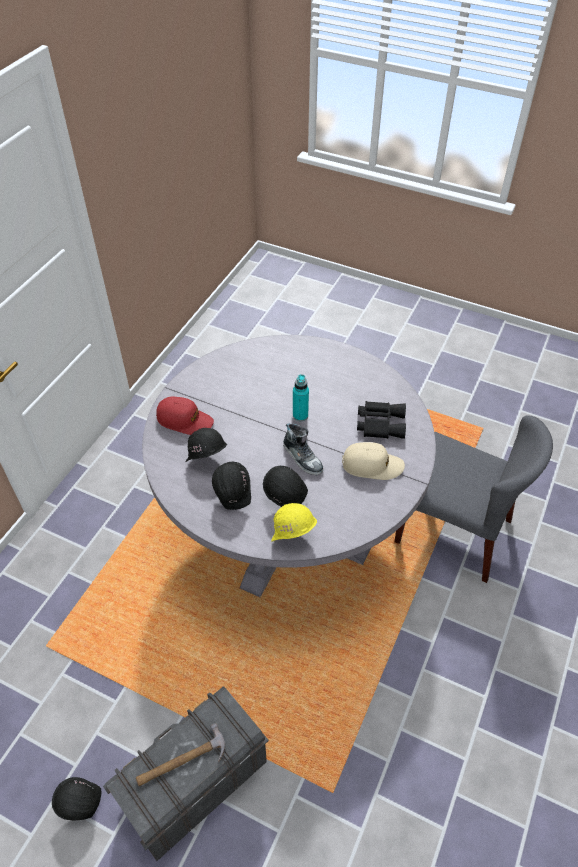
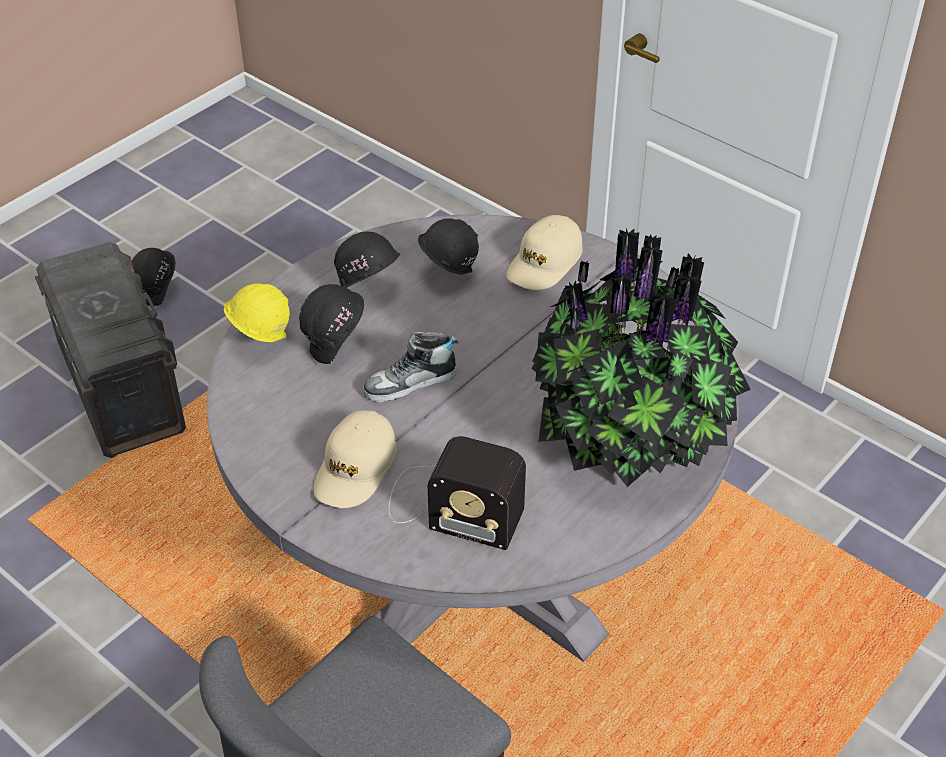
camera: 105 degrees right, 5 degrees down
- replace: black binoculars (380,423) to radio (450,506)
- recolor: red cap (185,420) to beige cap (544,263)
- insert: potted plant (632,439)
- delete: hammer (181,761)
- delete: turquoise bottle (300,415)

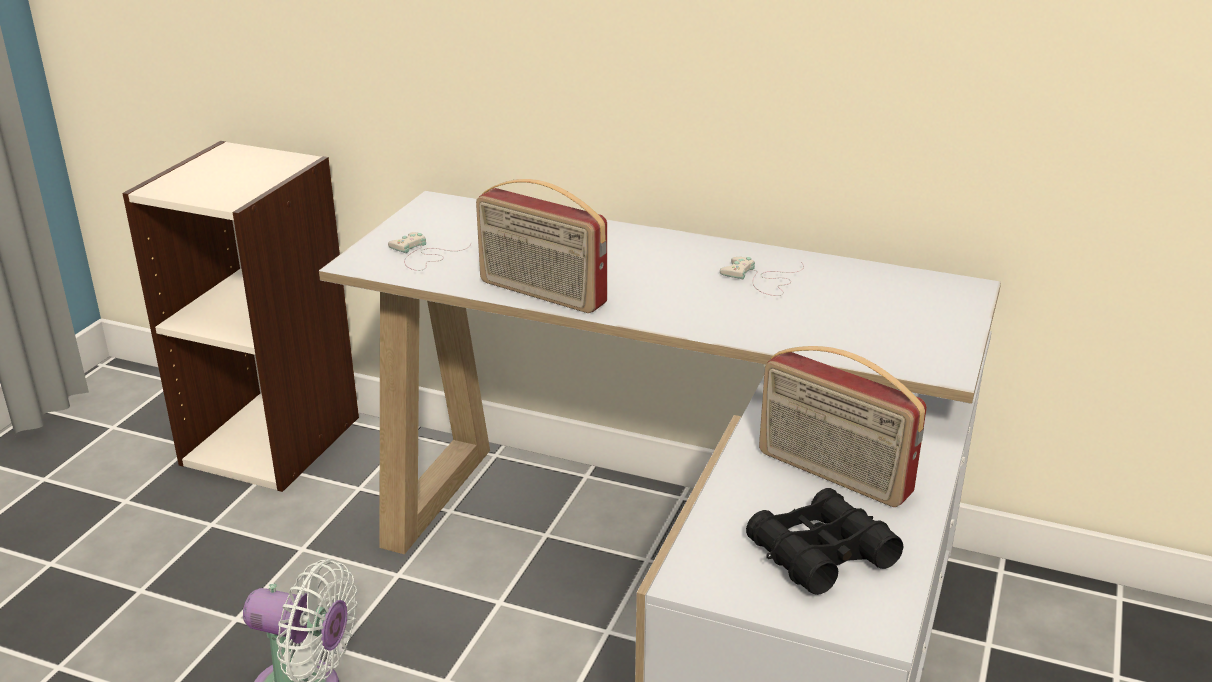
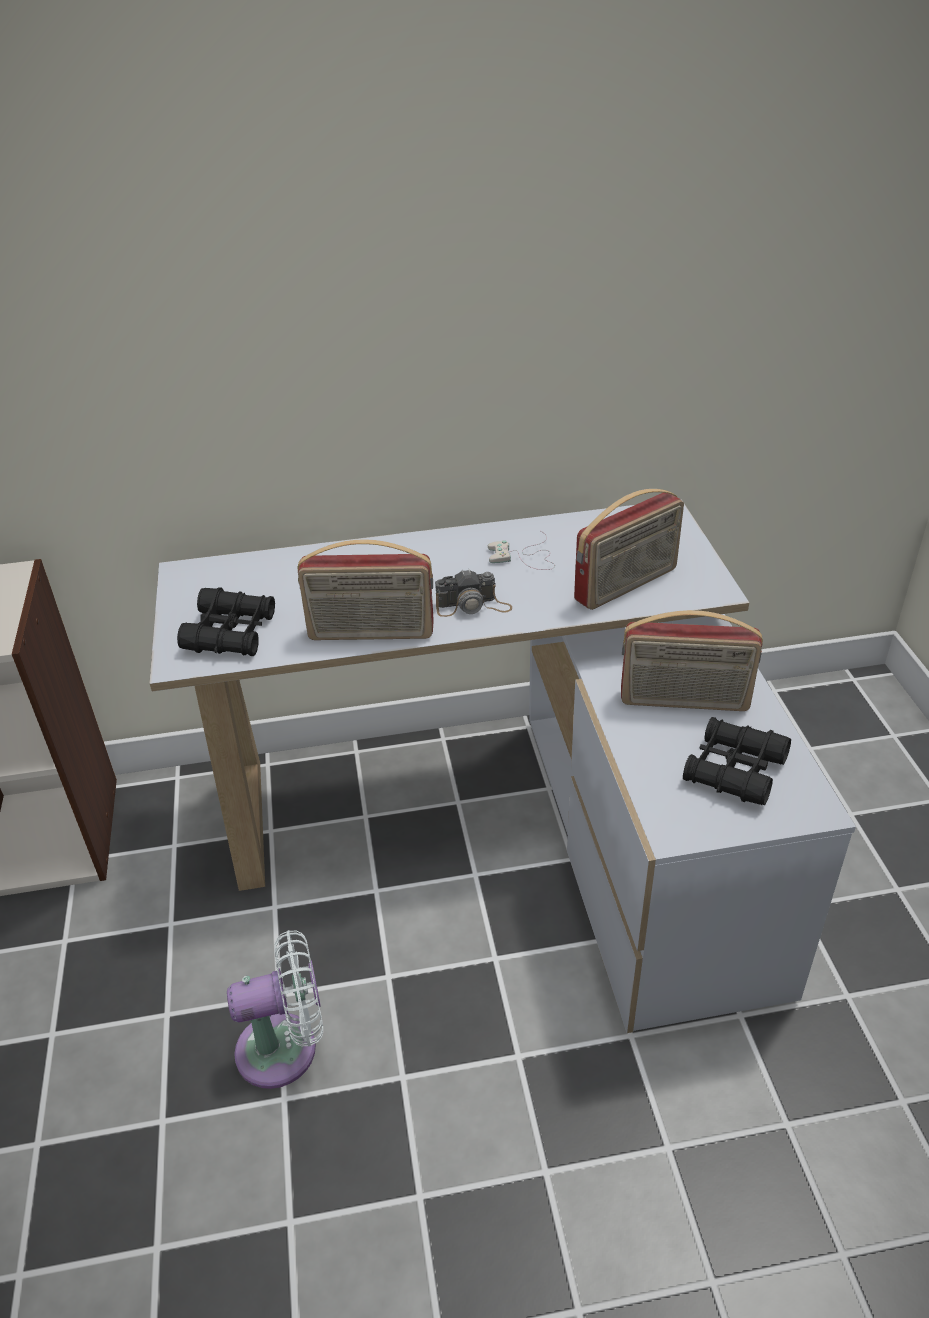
camera: 30 degrees left, 10 degrees up
- replace: white game controller (422,256) to black binoculars (230,633)
- insert: photo camera (473,606)
- insert: radio (627,585)

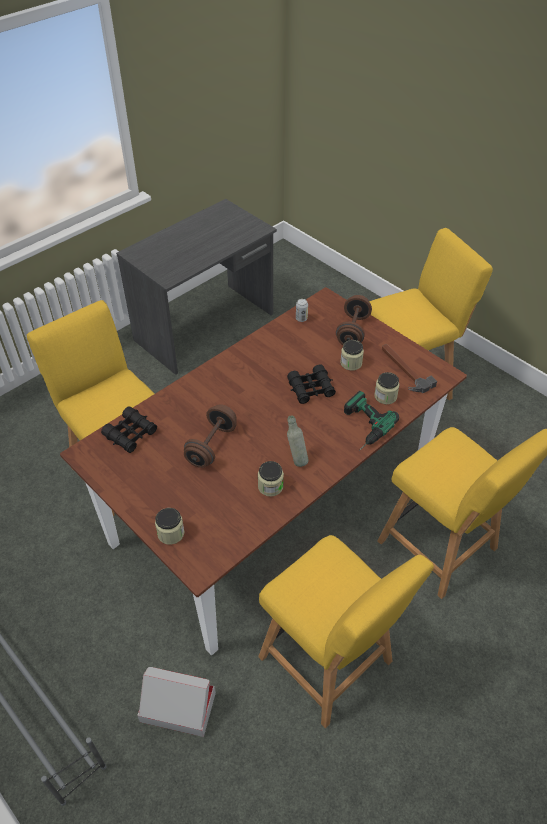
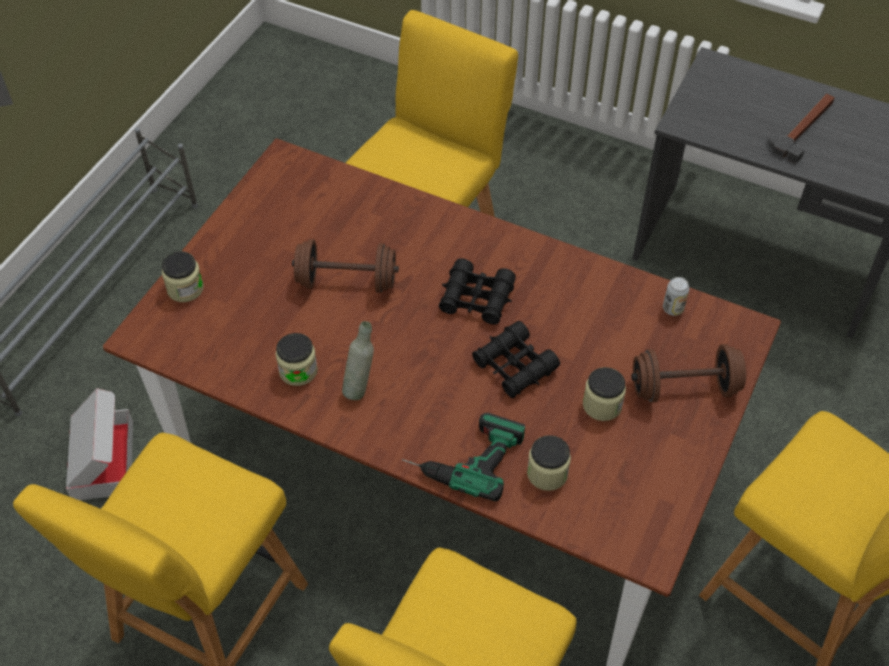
camera: 70 degrees right, 5 degrees up
- move: black binoculars (130,434) to (477,298)
- move: hammer (404,370) to (803,128)

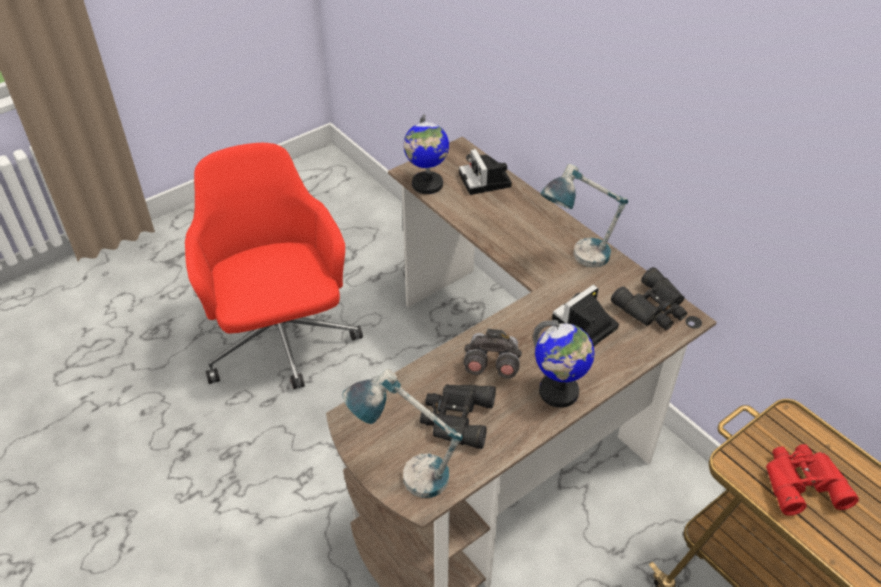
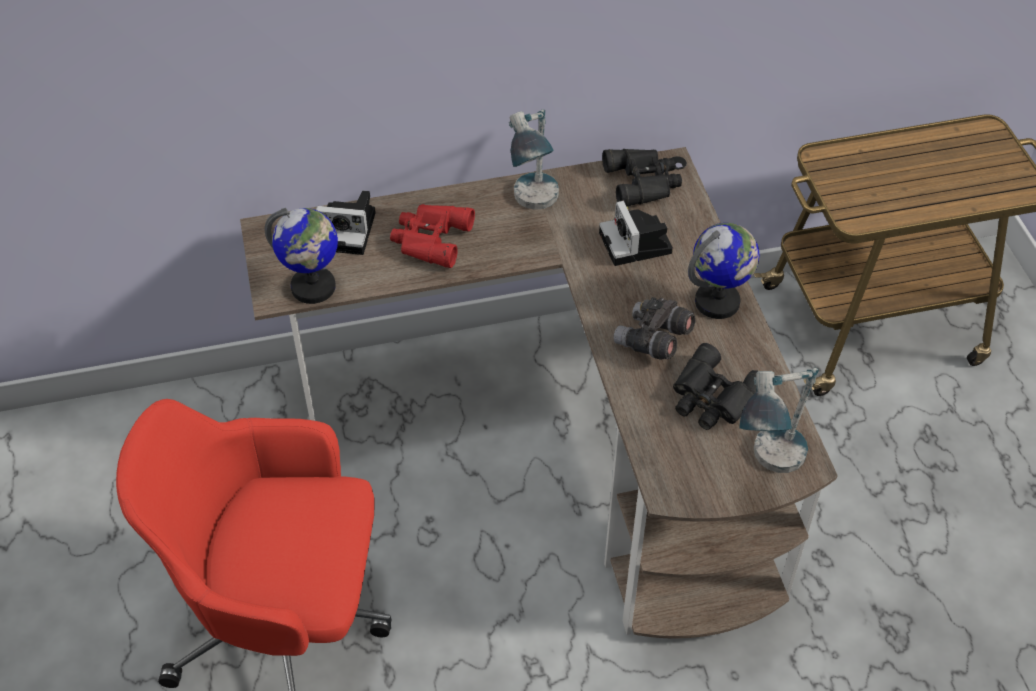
camera: 65 degrees left, 5 degrees up
- move: red binoculars (801,482) to (429,239)

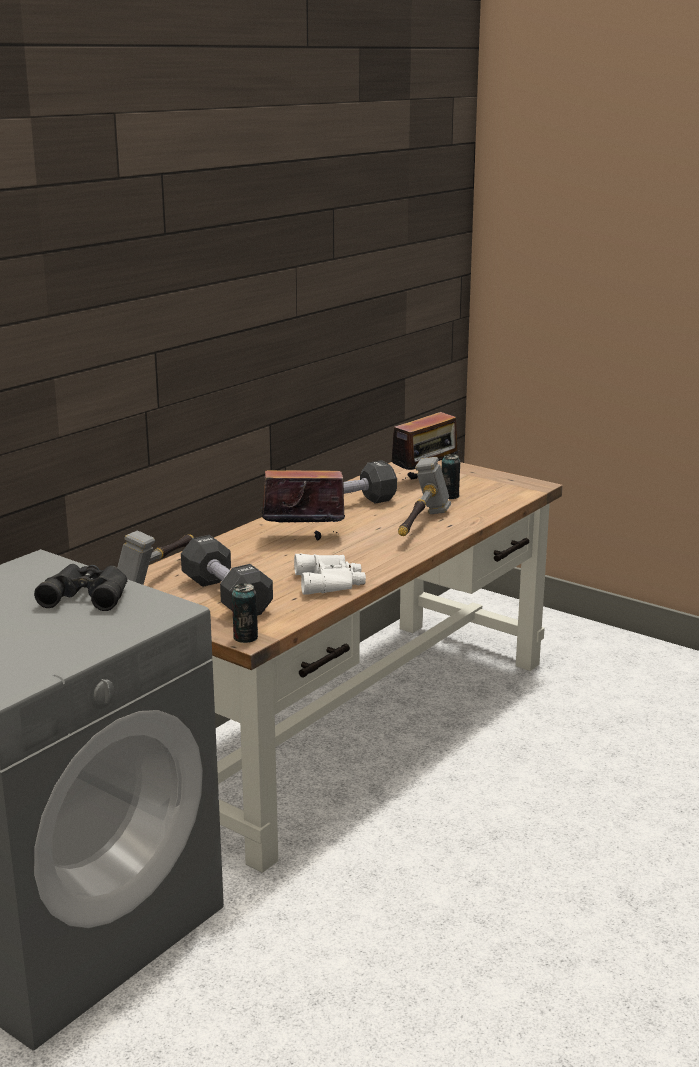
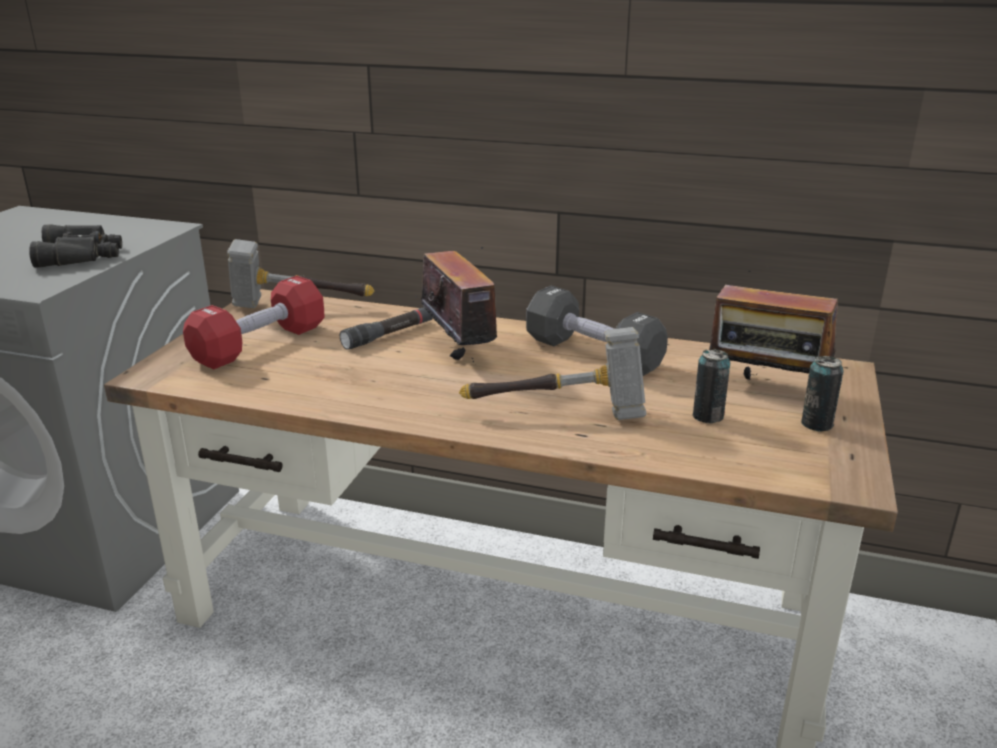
camera: 70 degrees right, 5 degrees up
- recolor: black dumbbell (226,596) to red dumbbell (260,344)
- insert: black flashlight (389,335)
- move: can (245,637) to (816,424)
- delete: white binoculars (331,582)

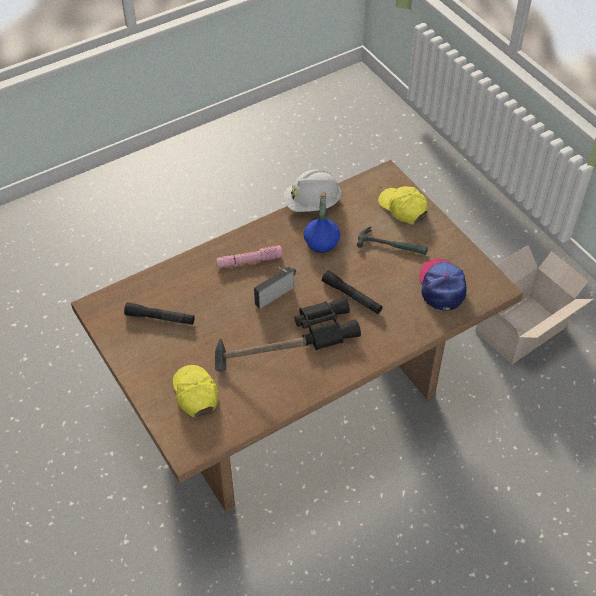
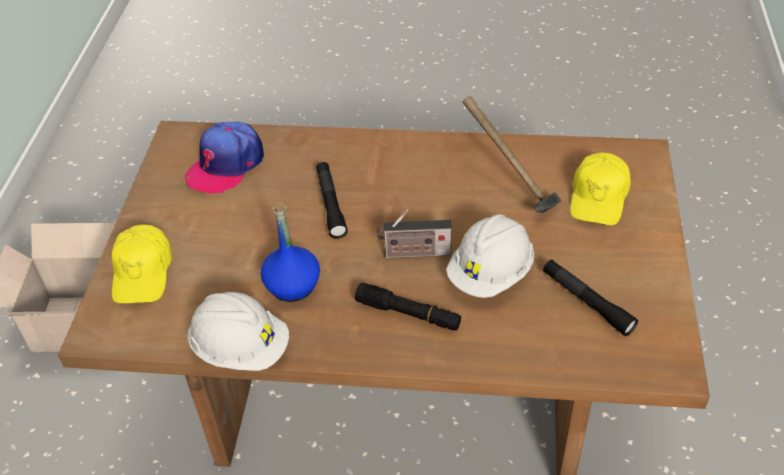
camera: 140 degrees left, 5 degrees down
- recolor: pink flashlight (249,261) to black flashlight (408,314)
- insert: white hard hat (491,274)
- delete: black binoculars (324,327)
- delete: hammer (392,245)

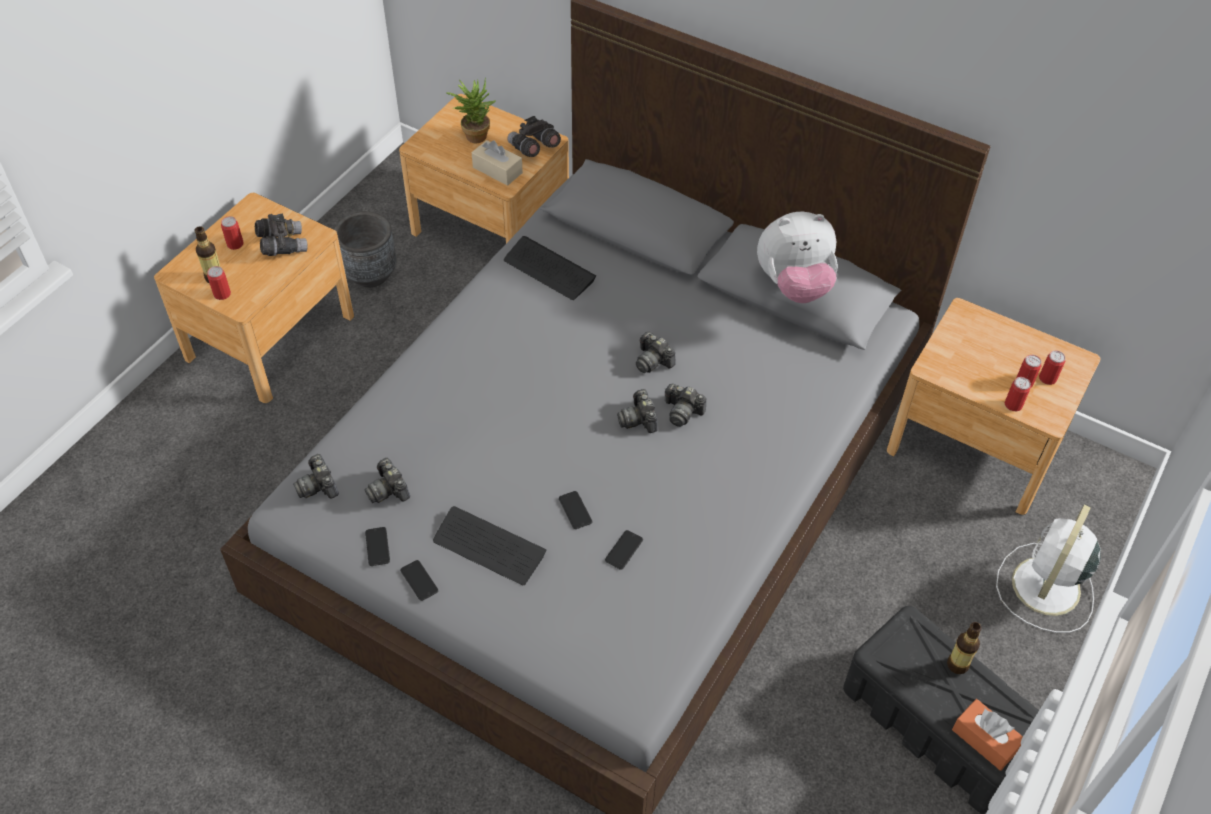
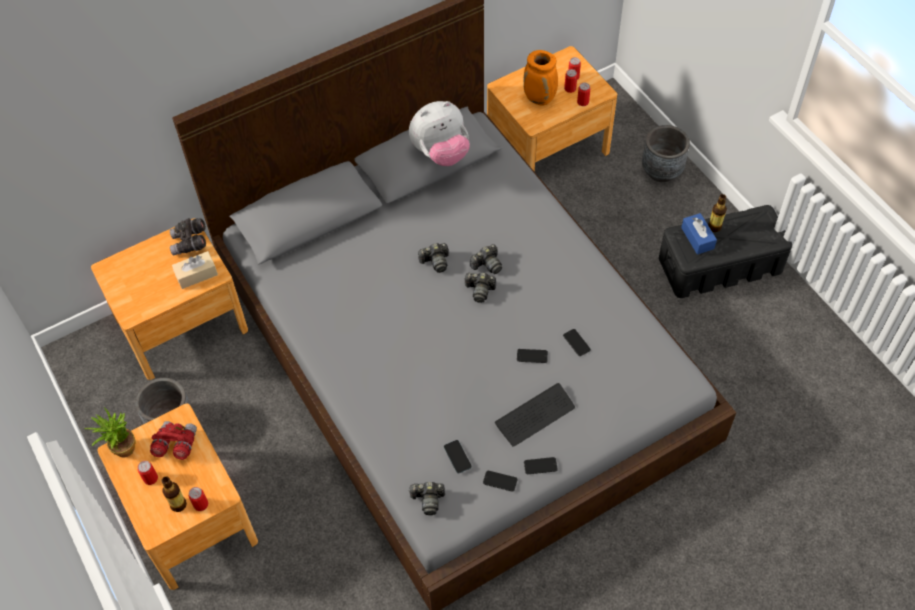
camera: 60 degrees left, 5 degrees up
- move: potted plant (474,134) to (120,449)
- recolor: grey binoculars (282,245) to red binoculars (176,445)
- rotate: plush toy (794,285) = (441,153) 45 degrees clockwise
- replace: photo camera (388,490) to phone (457,457)
- insert: orange vase (540,99)
- replace: white fan (1044,588) to grey planter (662,171)
- insert: blue tissue box (697,238)
- delete: keyboard (549,270)
- delete: orange tissue box (985,740)

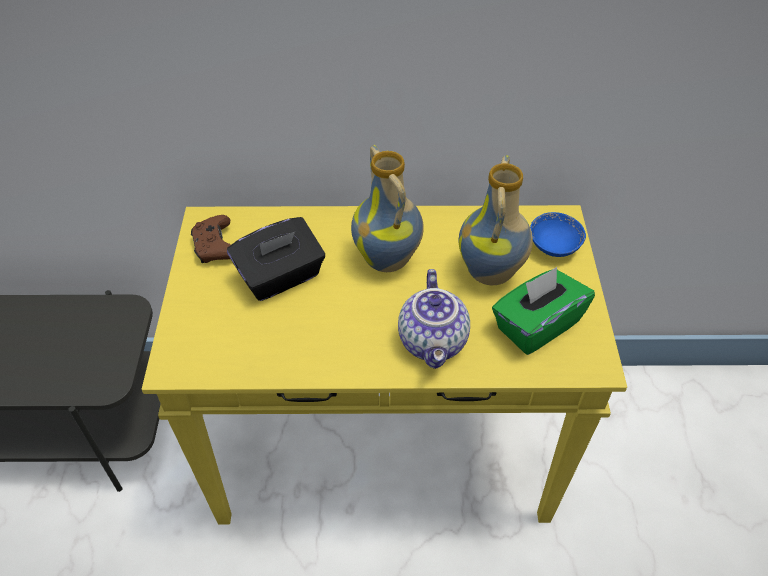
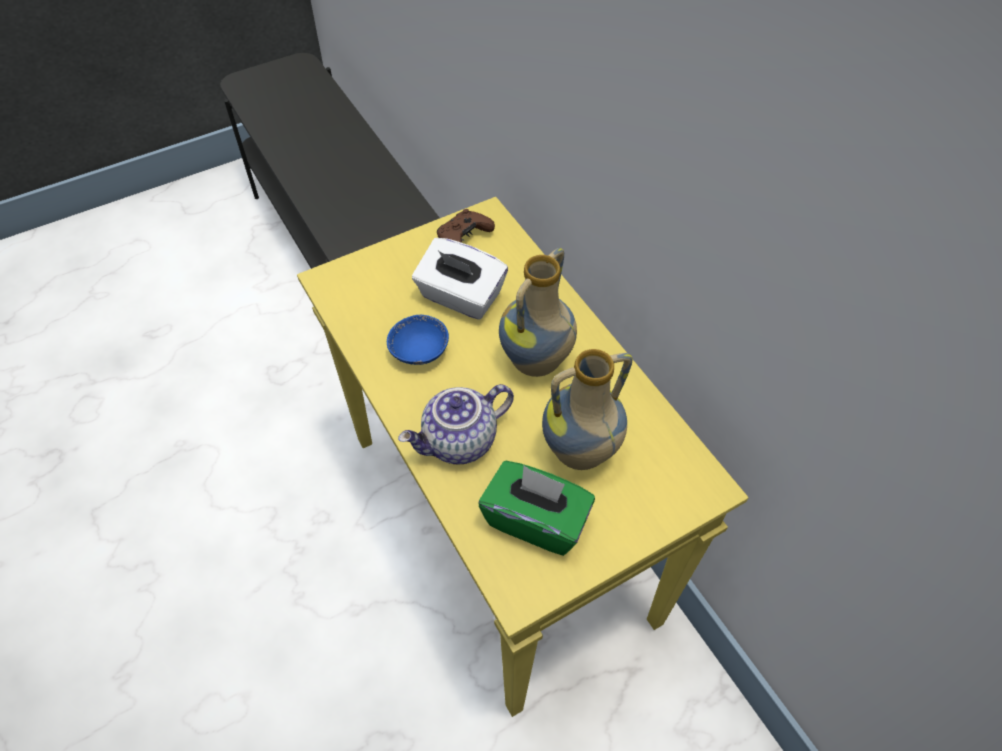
camera: 60 degrees right, 5 degrees up
- move: blue bowl (554,246) to (419,351)
- recolor: black tissue box (280,277) to white tissue box (460,297)

